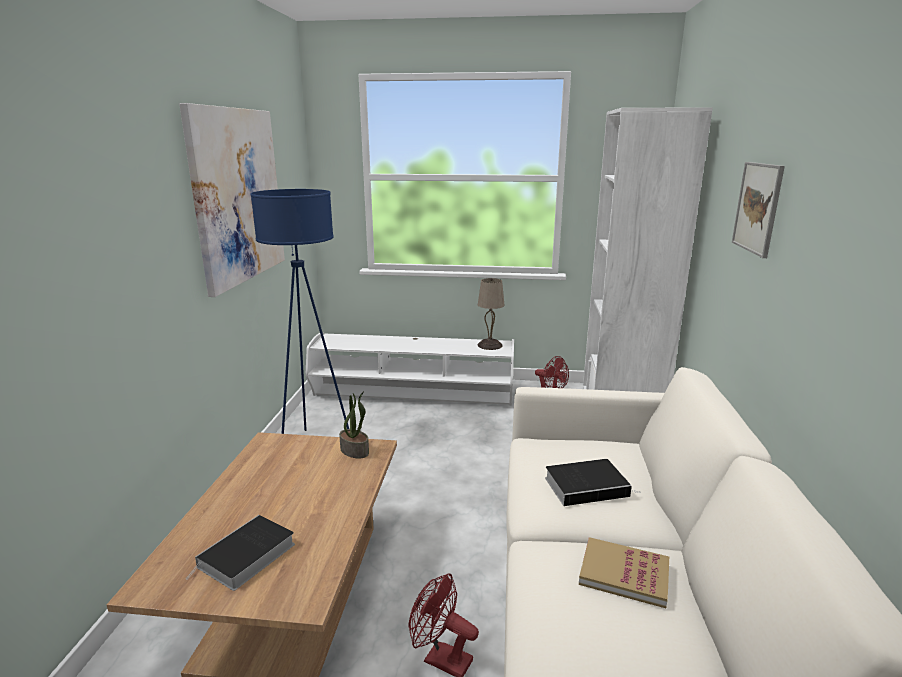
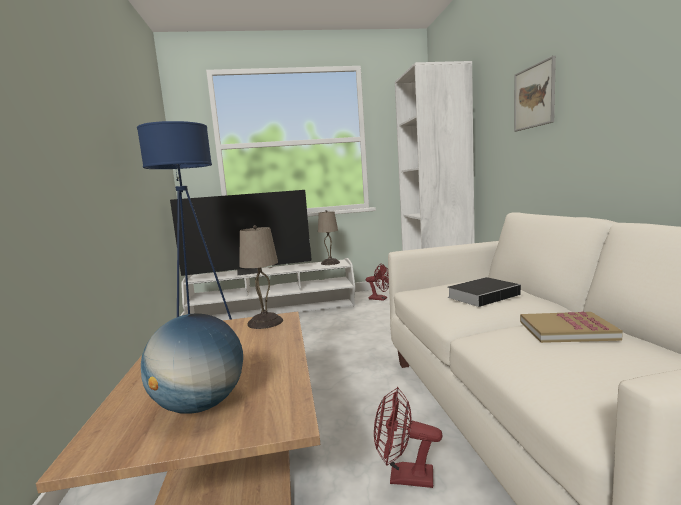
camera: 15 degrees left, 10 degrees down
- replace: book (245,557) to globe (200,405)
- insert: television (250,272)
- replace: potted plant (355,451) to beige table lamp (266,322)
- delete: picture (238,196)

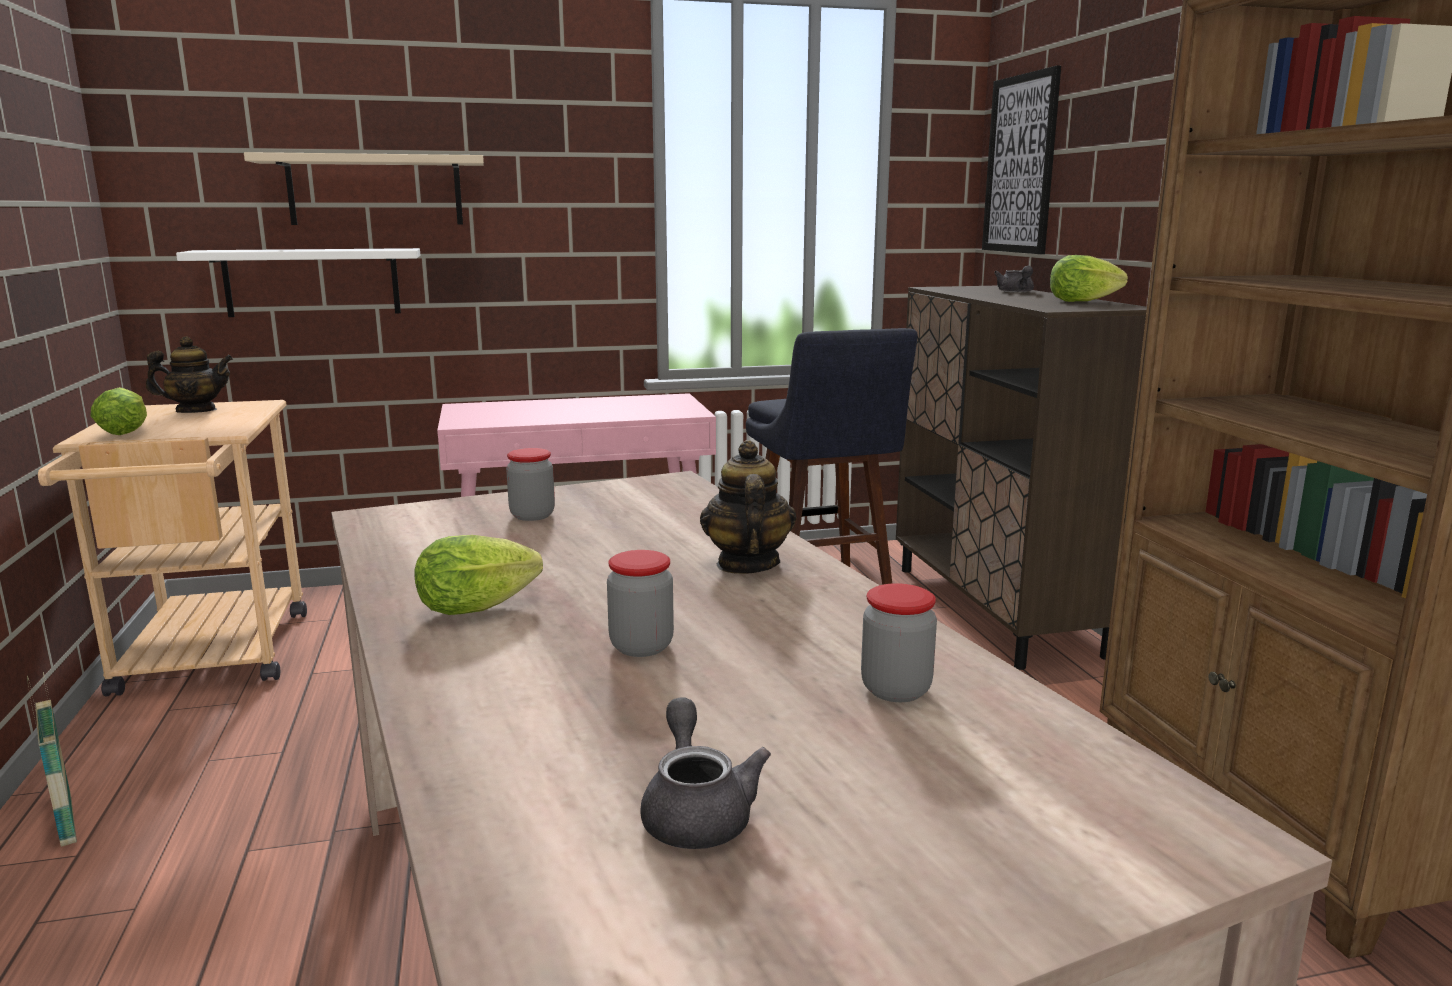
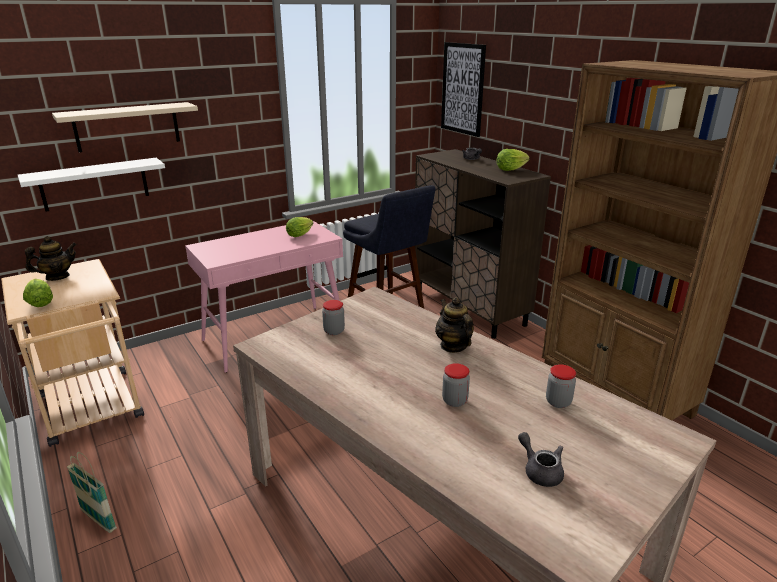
camera: 20 degrees left, 10 degrees up
- move: lettuce (483,607) to (301,234)

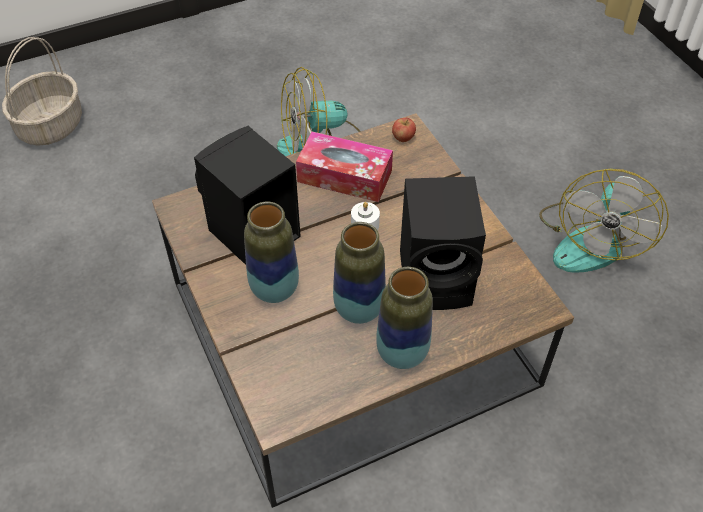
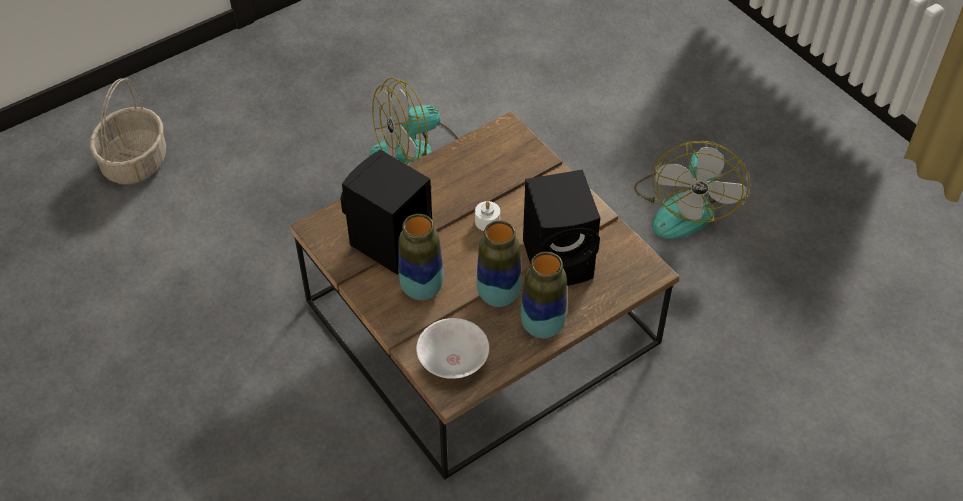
camera: 10 degrees left, 0 degrees up
- insert: white bowl (453,362)
- delete: tissue box (344,176)
- delete: apple (403,138)

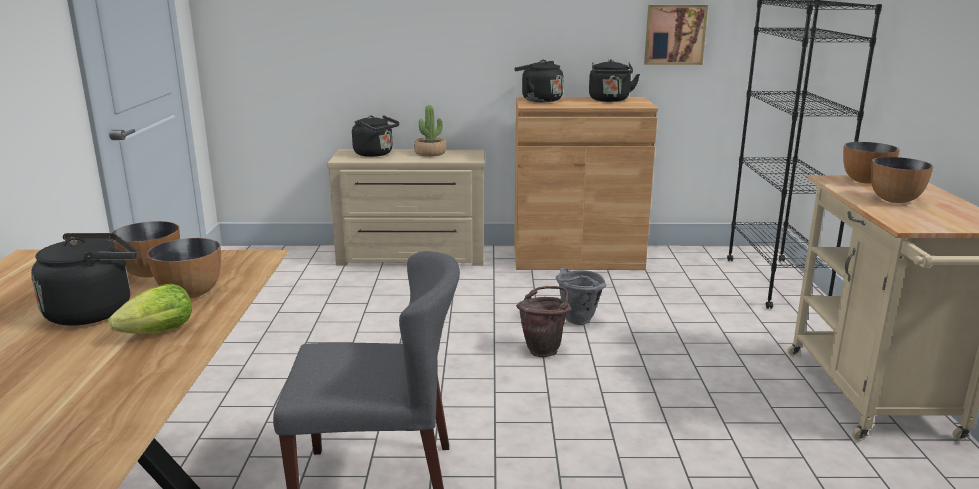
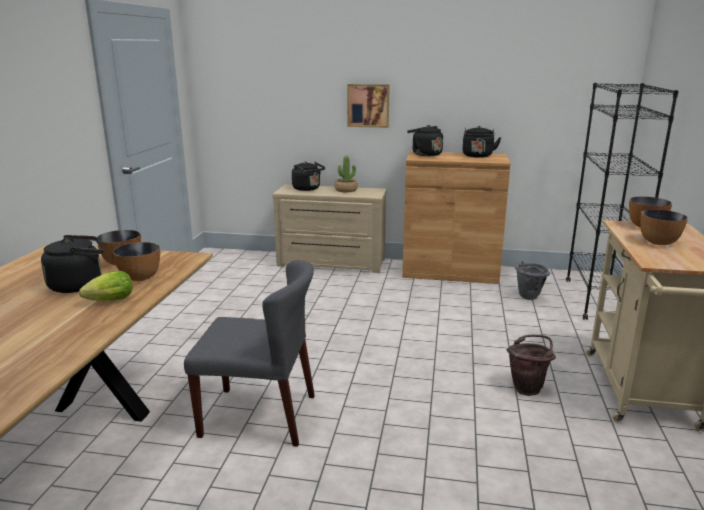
camera: 10 degrees right, 0 degrees up
- move: picture (674,34) to (368,105)
- move: brown bucket (544,349) to (528,388)
- move: grey bucket (576,322) to (527,298)

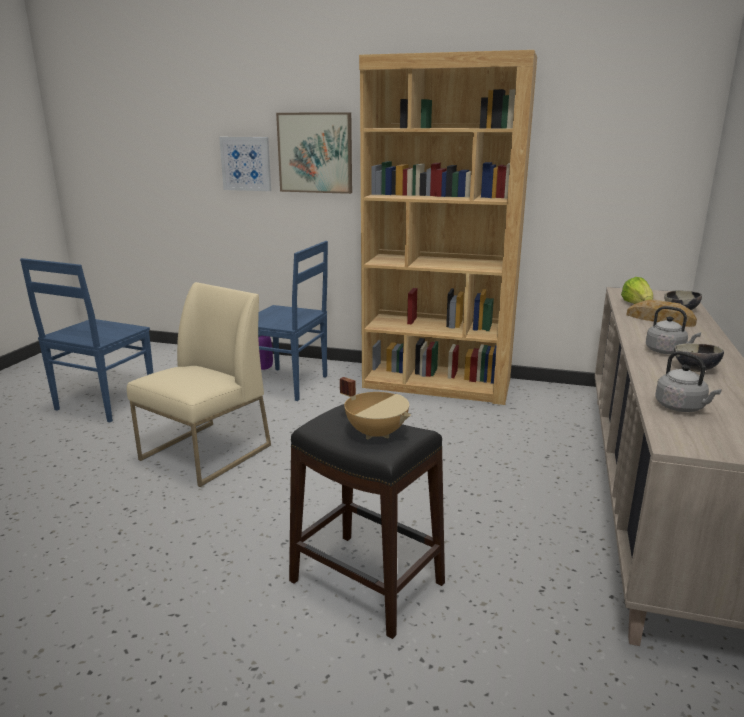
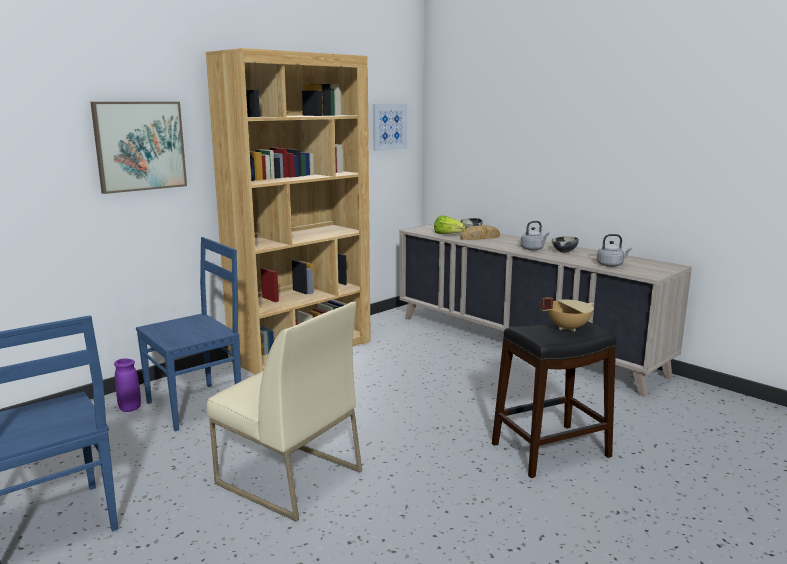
camera: 60 degrees left, 5 degrees down
- rotate: beige chair (206,453) = (288,477) 150 degrees clockwise
- move: picture (246,164) to (389,127)

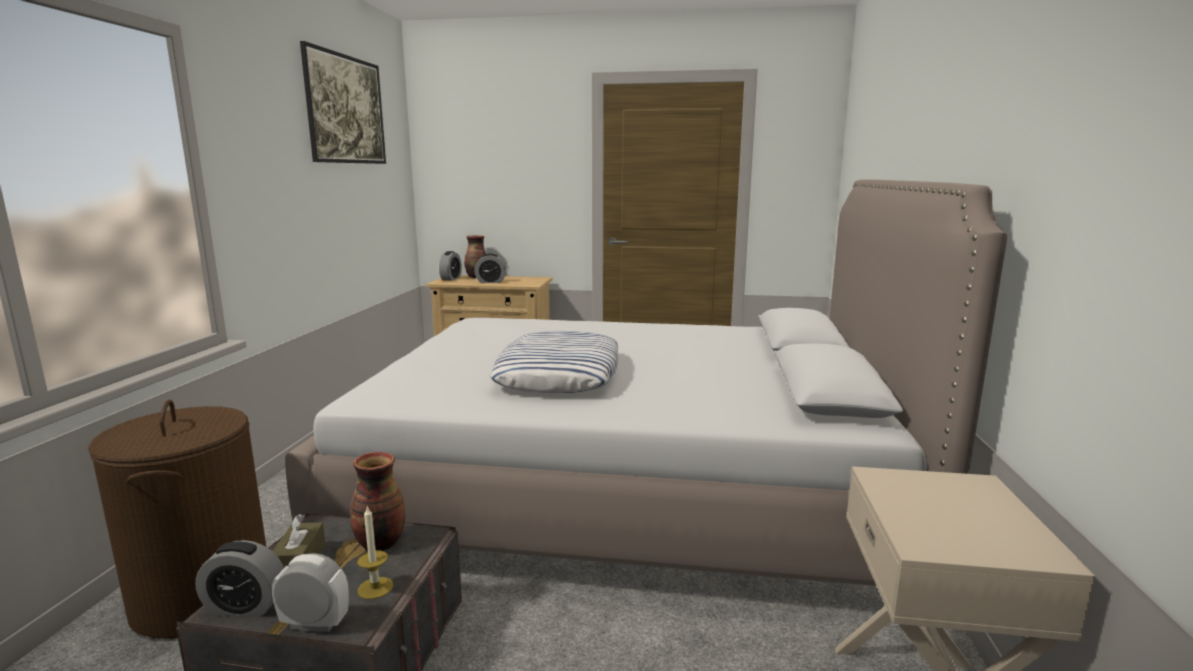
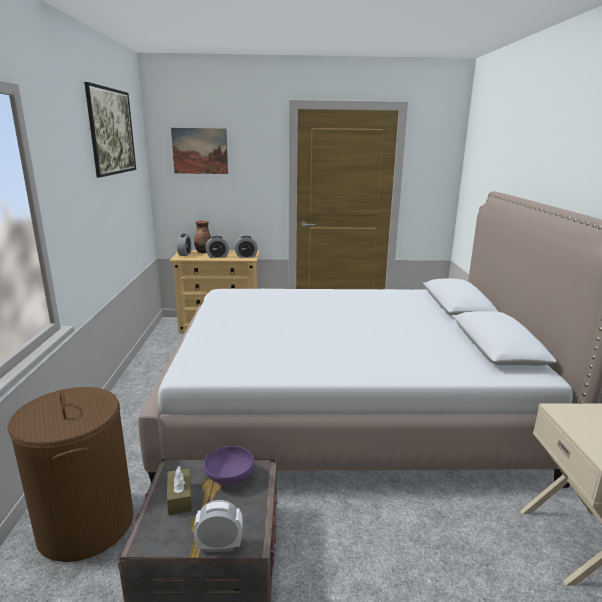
camera: 10 degrees left, 5 degrees up
- insert: picture (200,151)
- replace: vase (379,543) to purple bowl (229,478)
- move: alarm clock (245,607) to (246,256)
- delete: candle (375,588)
- delete: pillow (559,373)

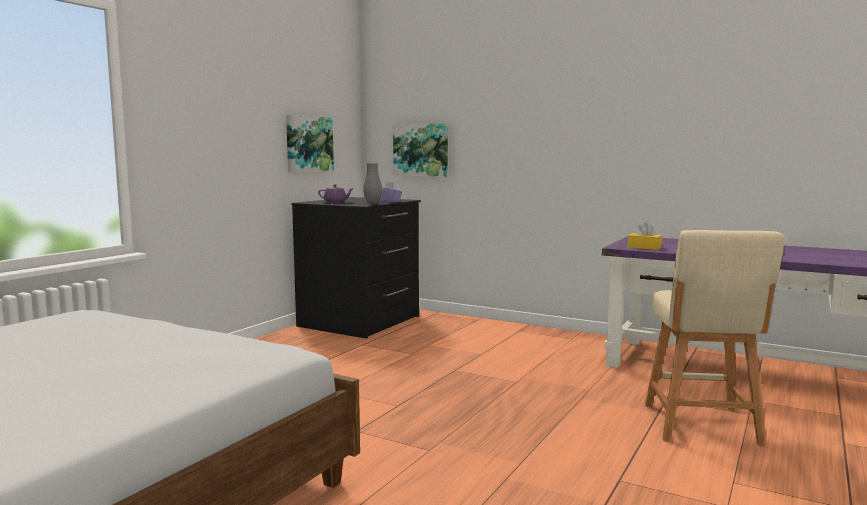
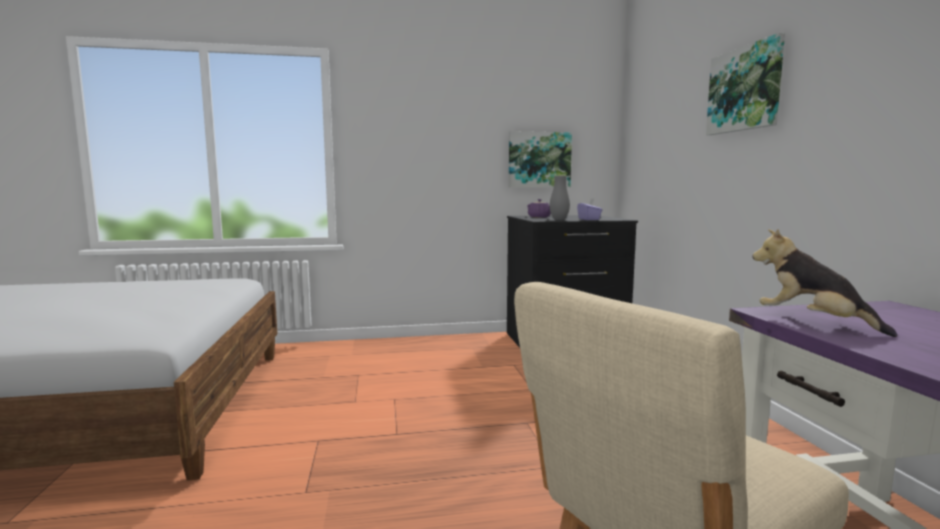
camera: 50 degrees right, 0 degrees up
- move: picture (421,150) to (745,89)
- replace: yellow tissue box (644,247) to plush toy (812,322)

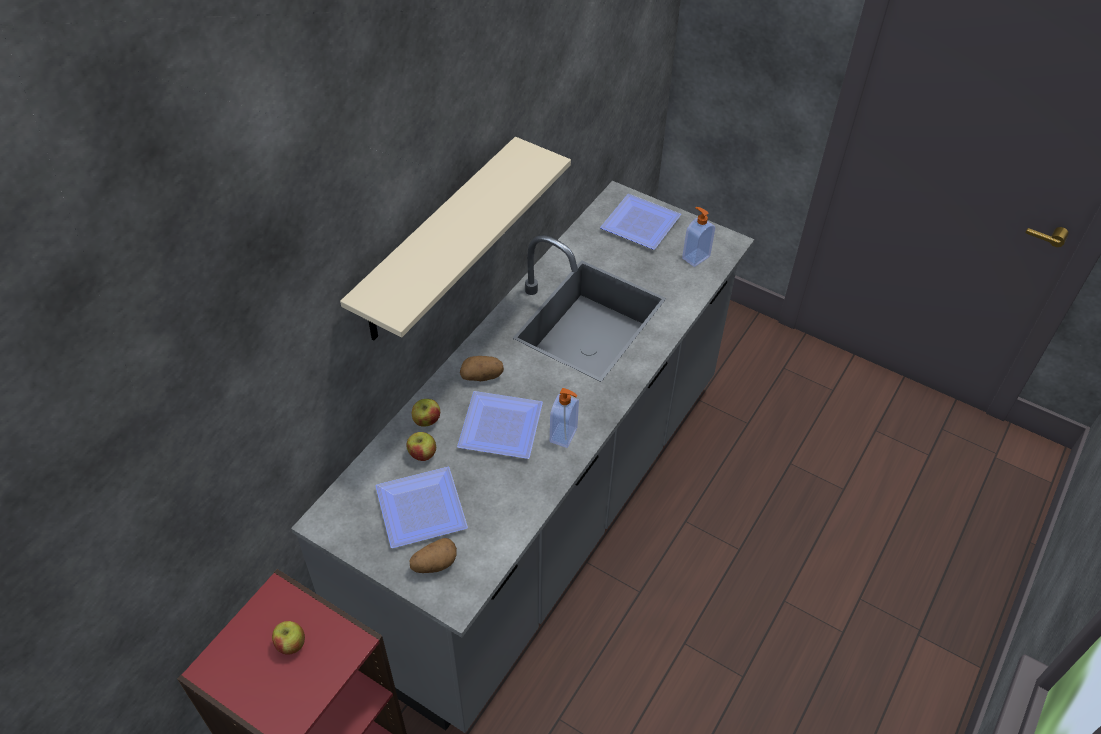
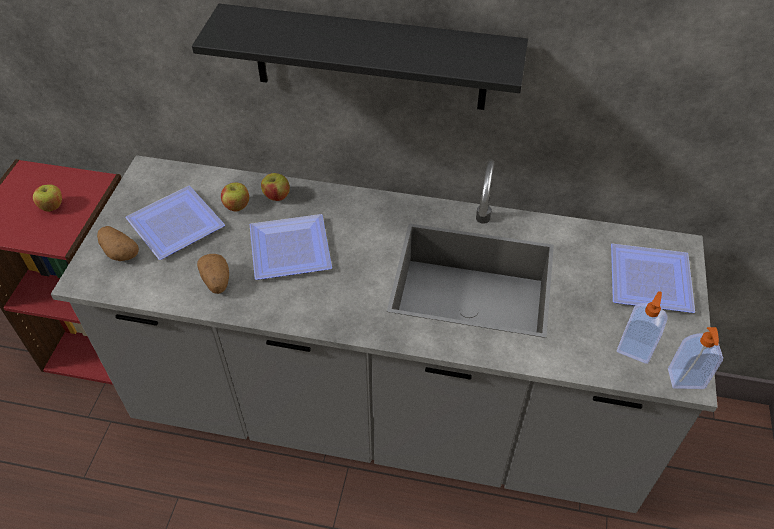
camera: 70 degrees right, 0 degrees up
- recolor: beige shelf (437,242) to black shelf (370,58)
- move: potato (482,376) to (216,281)
- move: soap dispenser (564,435) to (686,380)

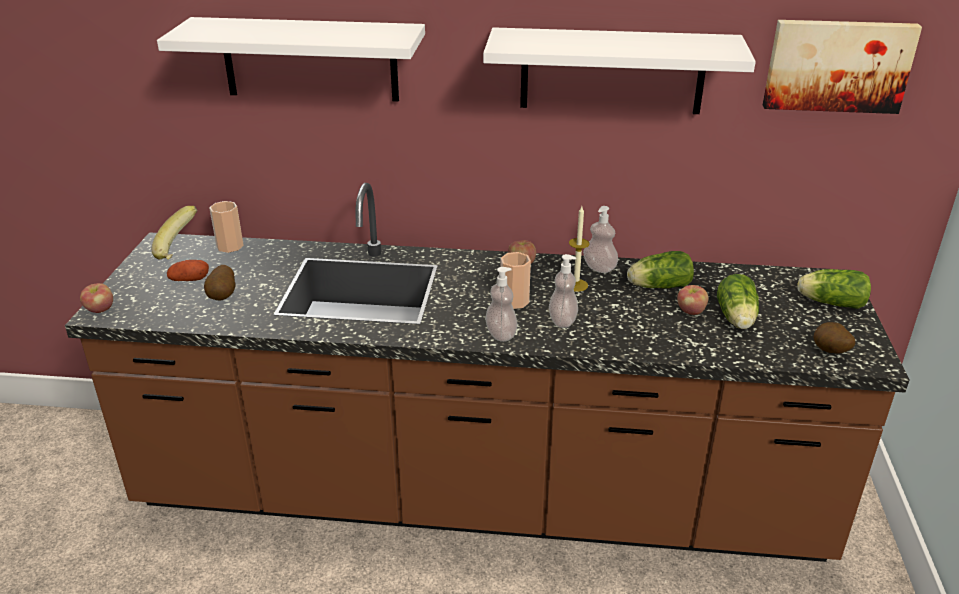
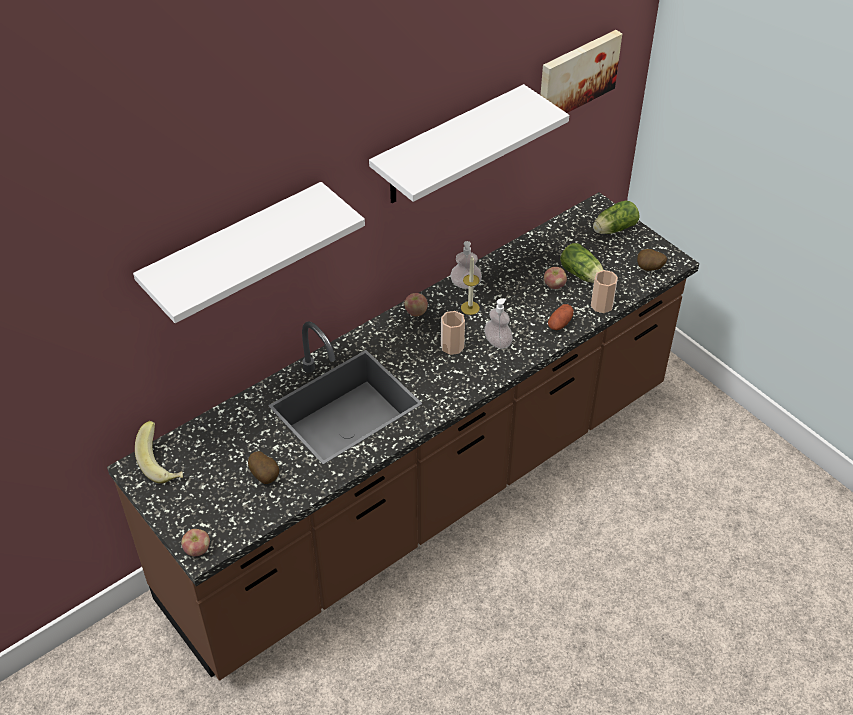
camera: 45 degrees left, 15 degrees up
- move: potato (189,280) to (560,323)
- move: cup (230,246) to (601,305)
- delete: soap dispenser (501,334)
- delete: lettuce (657,286)

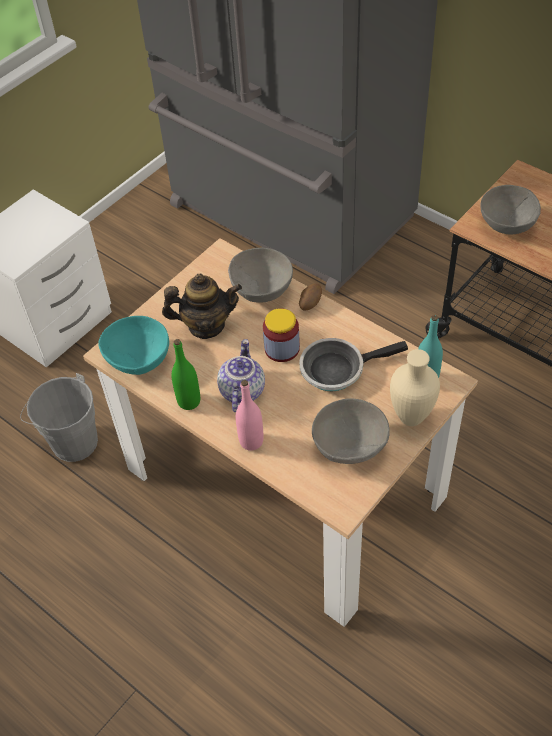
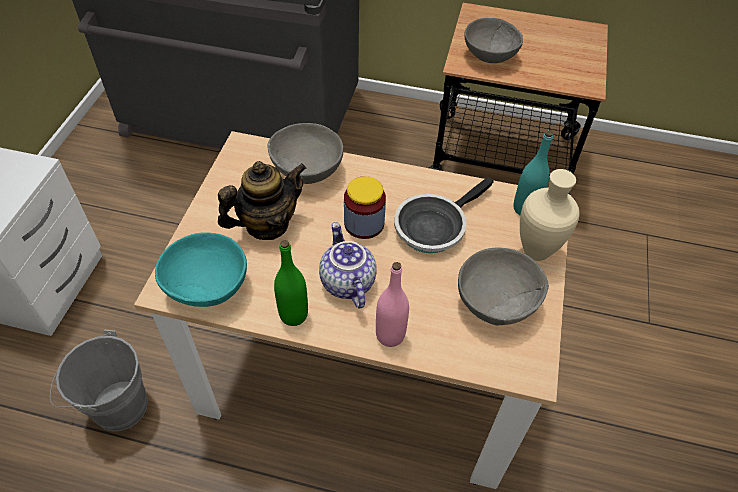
camera: 30 degrees left, 0 degrees up
- delete: potato (310,303)

